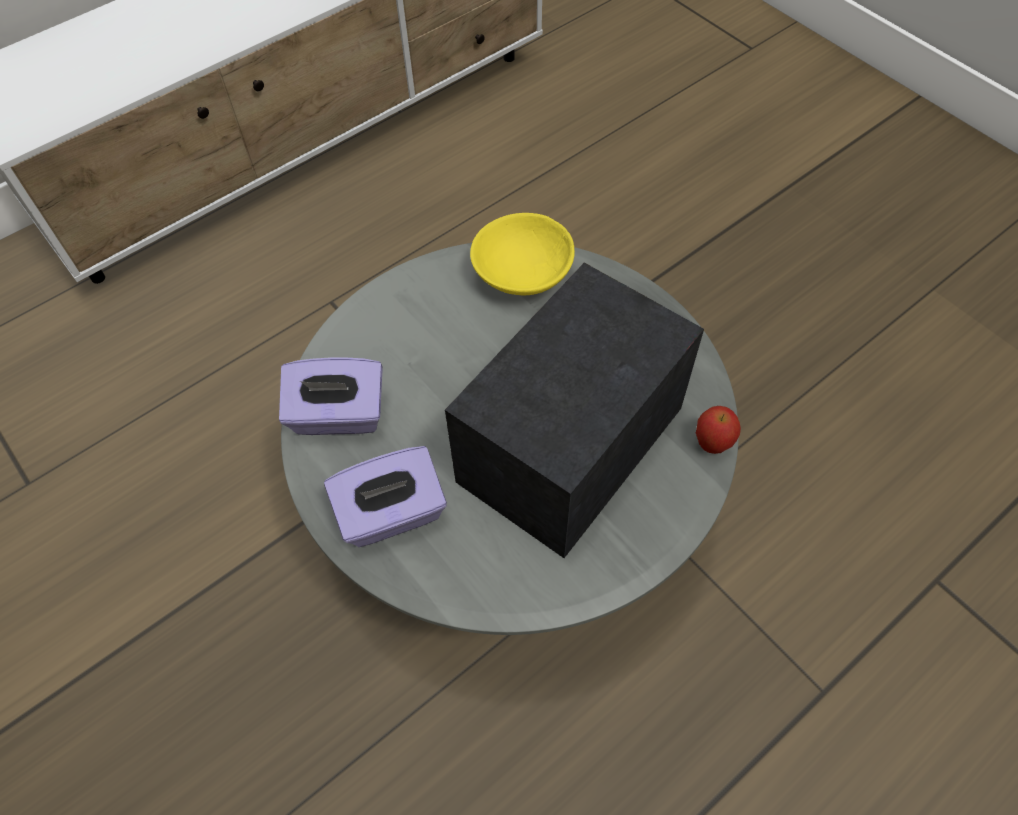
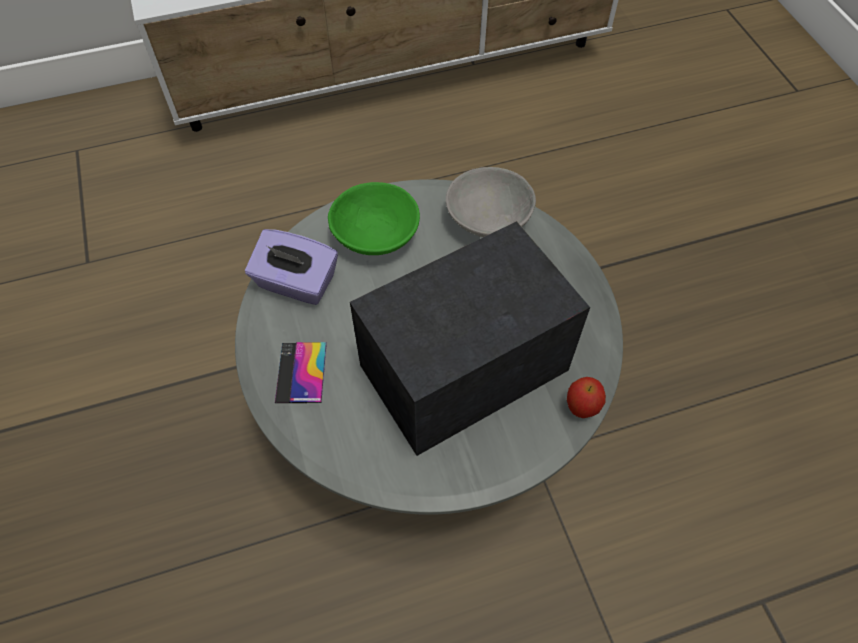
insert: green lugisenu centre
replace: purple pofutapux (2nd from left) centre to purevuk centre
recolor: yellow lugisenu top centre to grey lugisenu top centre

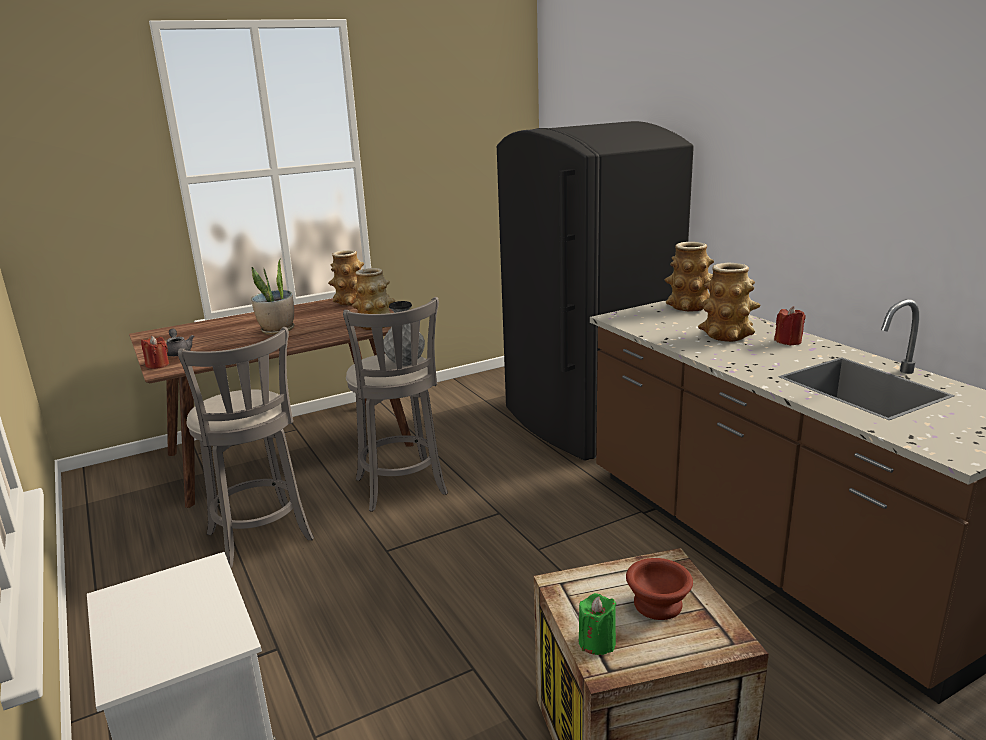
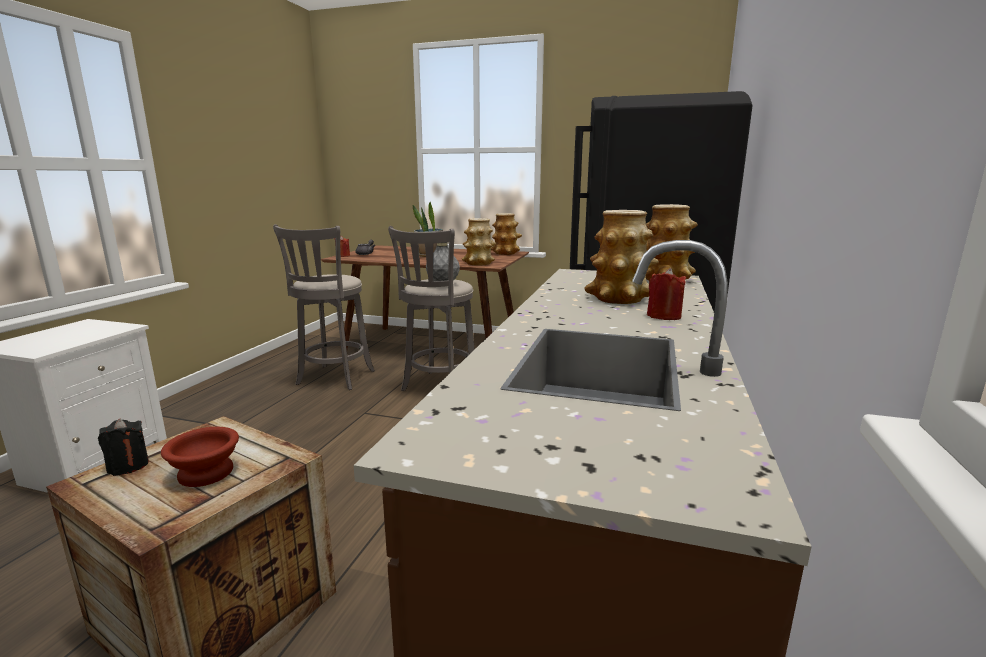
recolor: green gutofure bottom centre to black gutofure bottom left

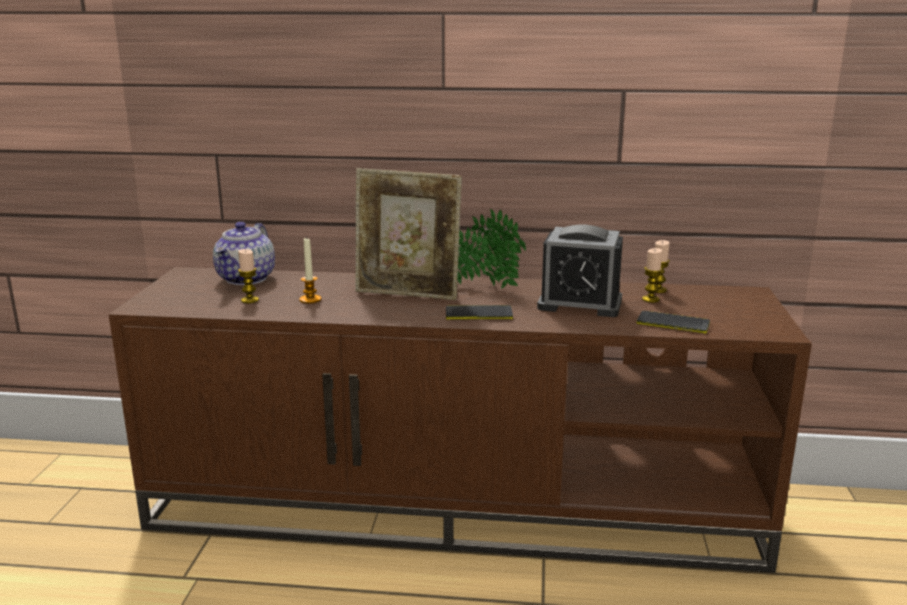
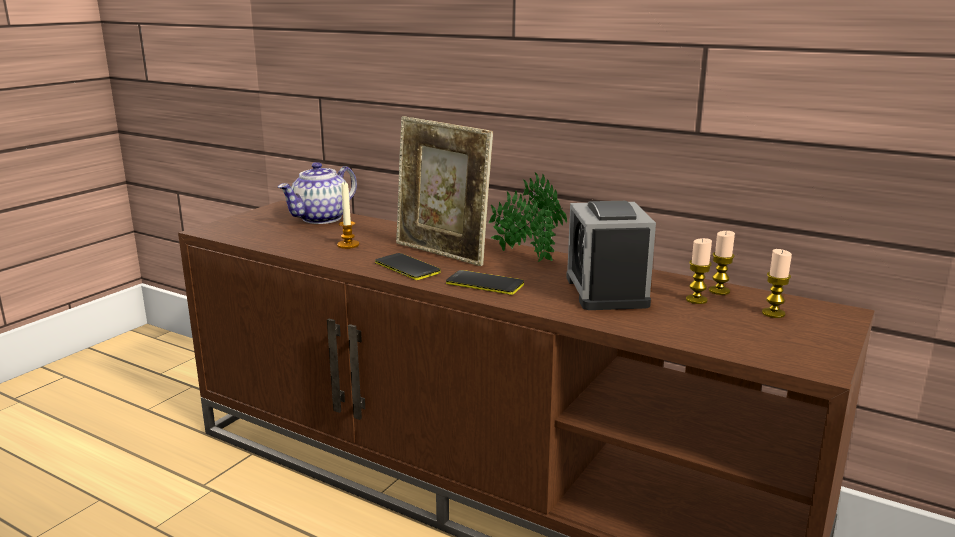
move: gutofure (1st from left in the first image) middle left to gutofure (4th from left) middle right; purevuk (2nd from left in the first image) middle right to purevuk (1st from left) centre
rotate: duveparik centre = centre 45 degrees clockwise

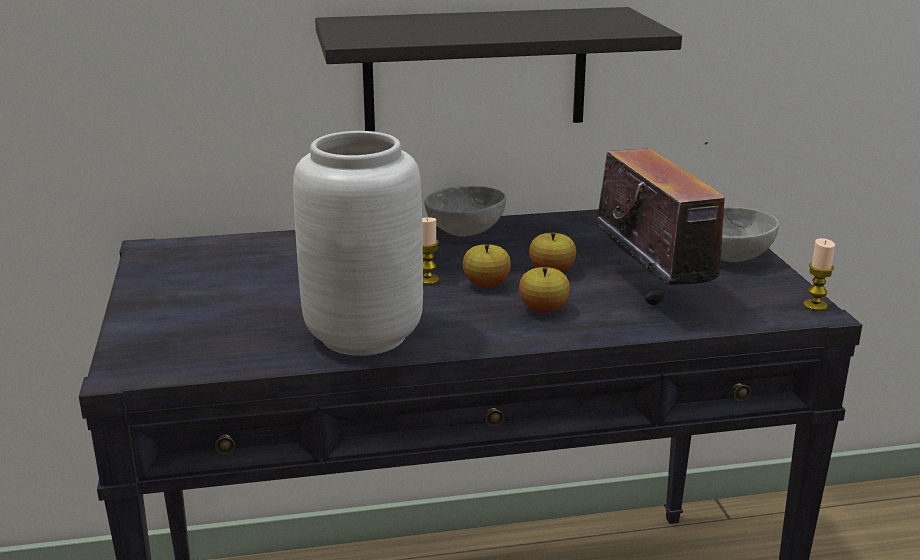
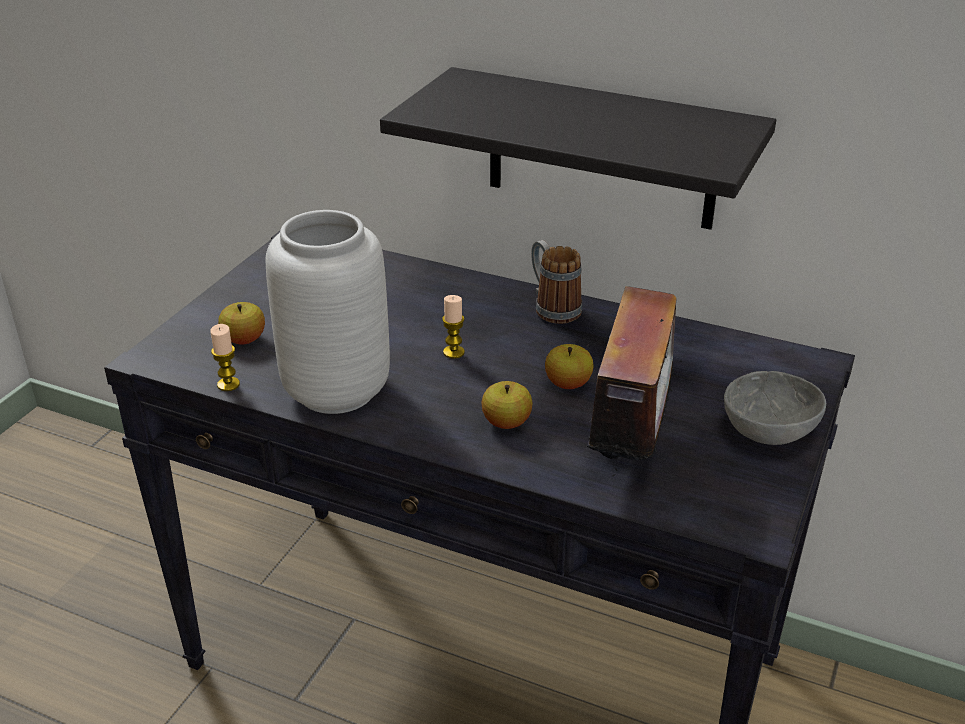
move: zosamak (1st from left) centre to middle left; gutofure (2nd from left in the first image) middle right to gutofure (1st from left) middle left
replace: grey lugisenu (1st from left) centre to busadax centre

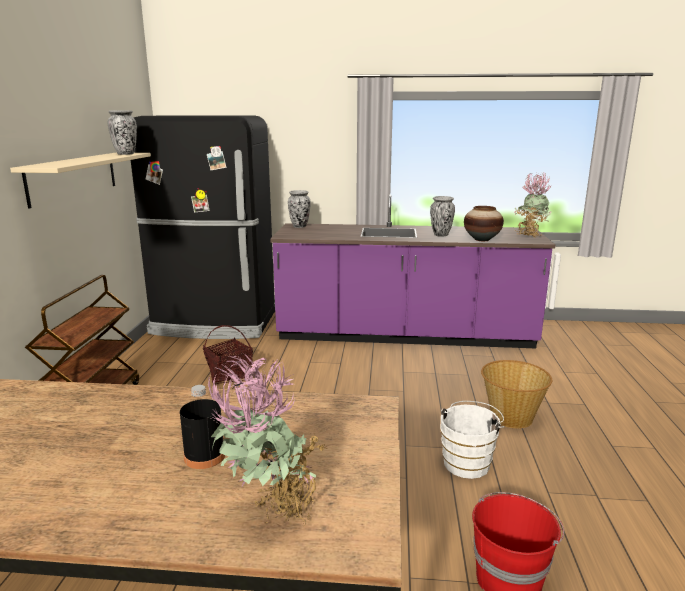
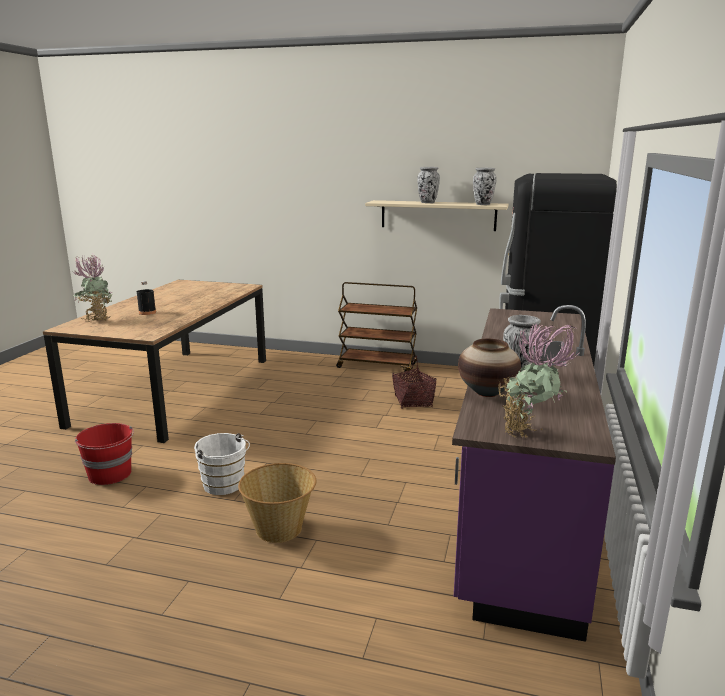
move: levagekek (2nd from left in the first image) centre to levagekek (1st from left) top centre

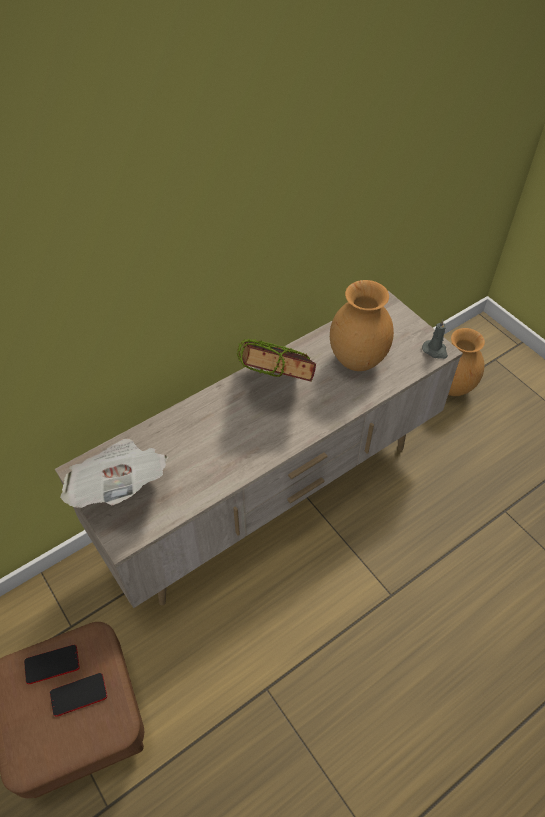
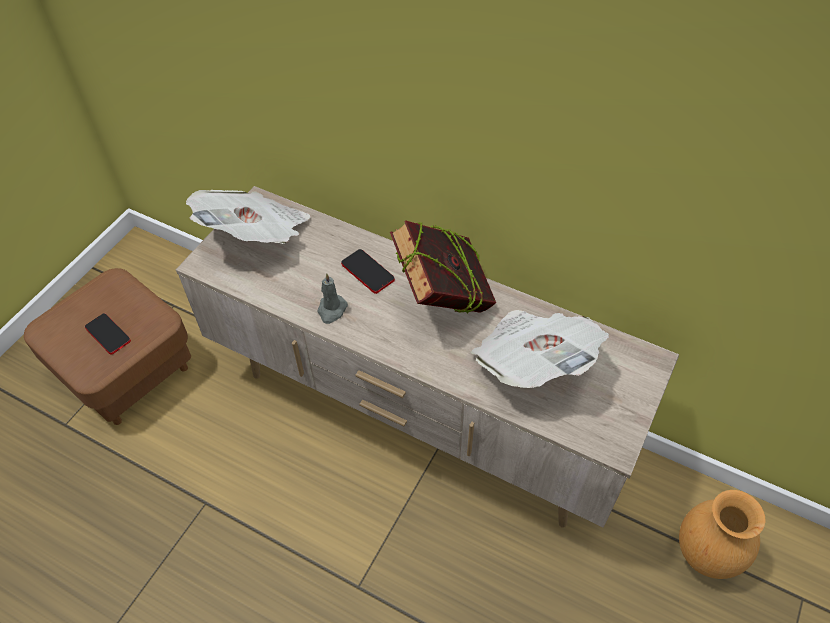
move: purevuk (1st from left in the first image) bottom left to purevuk (2nd from left) centre; grey gutofure middle right to centre
replace: brown levagekek (1st from left) centre to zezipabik (2nd from left) centre

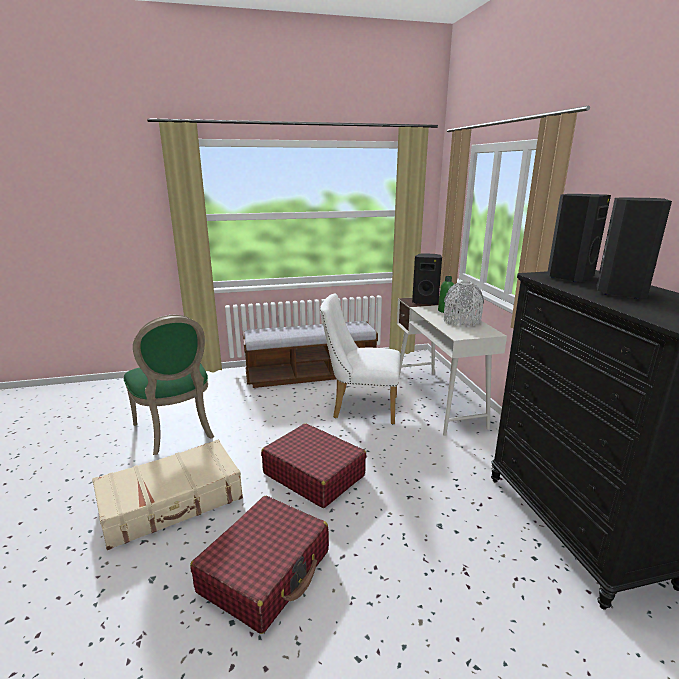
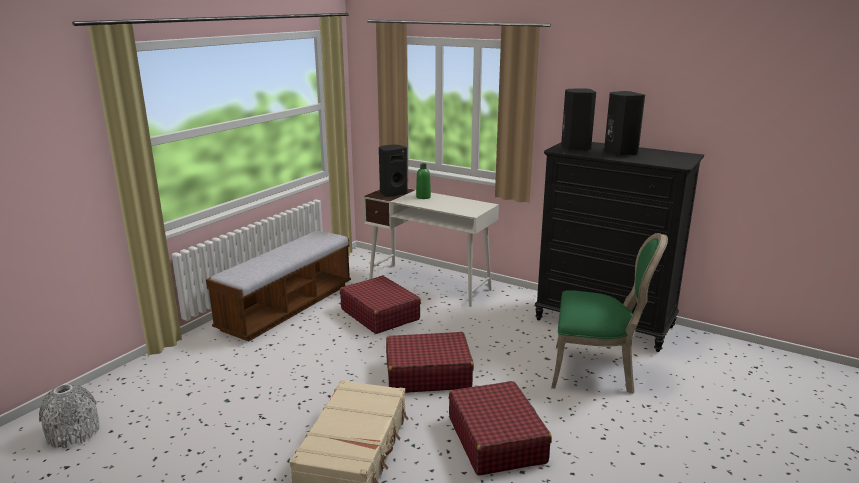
move: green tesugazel middle left to middle right; grey levagekek middle right to bottom left
replace: white tesugazel centre to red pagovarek (1st from left) centre

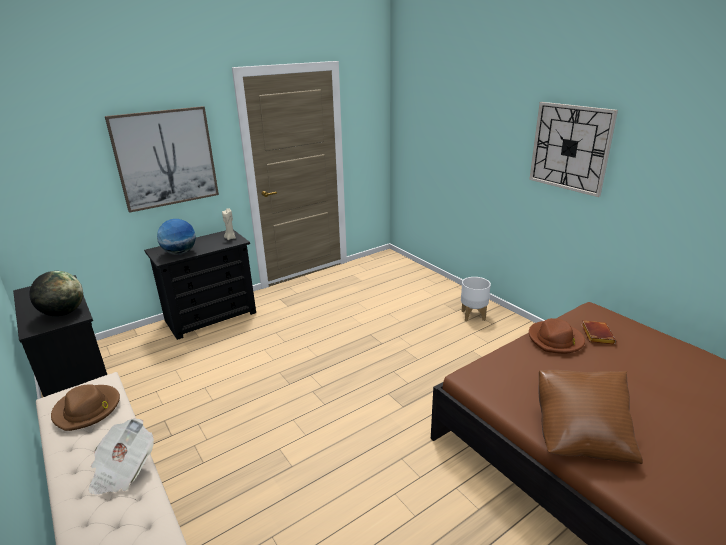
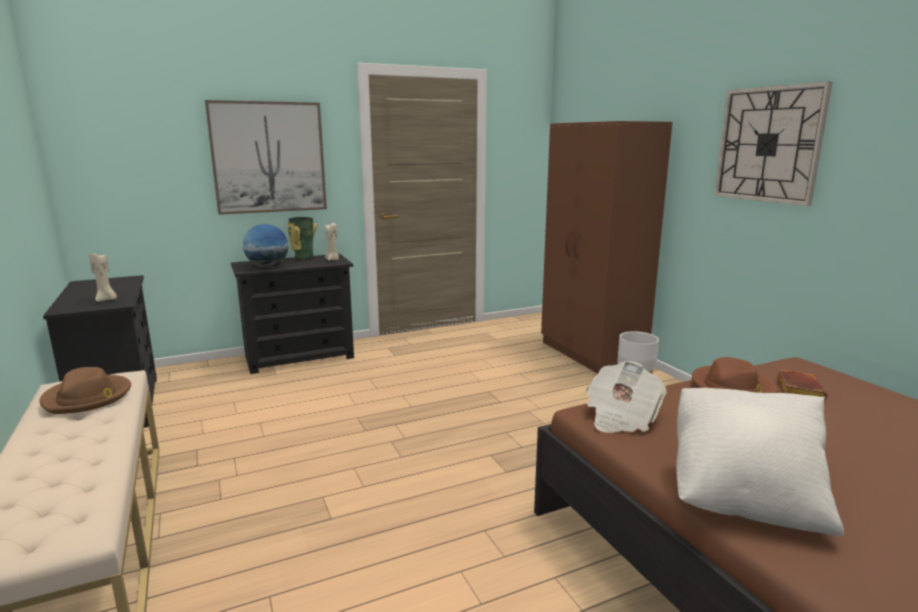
insert: levagekek middle left; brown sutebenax centre
move: zezipabik bottom left to middle right
replace: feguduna (1st from left) middle left to beige gutofure (1st from left) middle left
recolor: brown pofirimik bottom right to white pofirimik bottom right

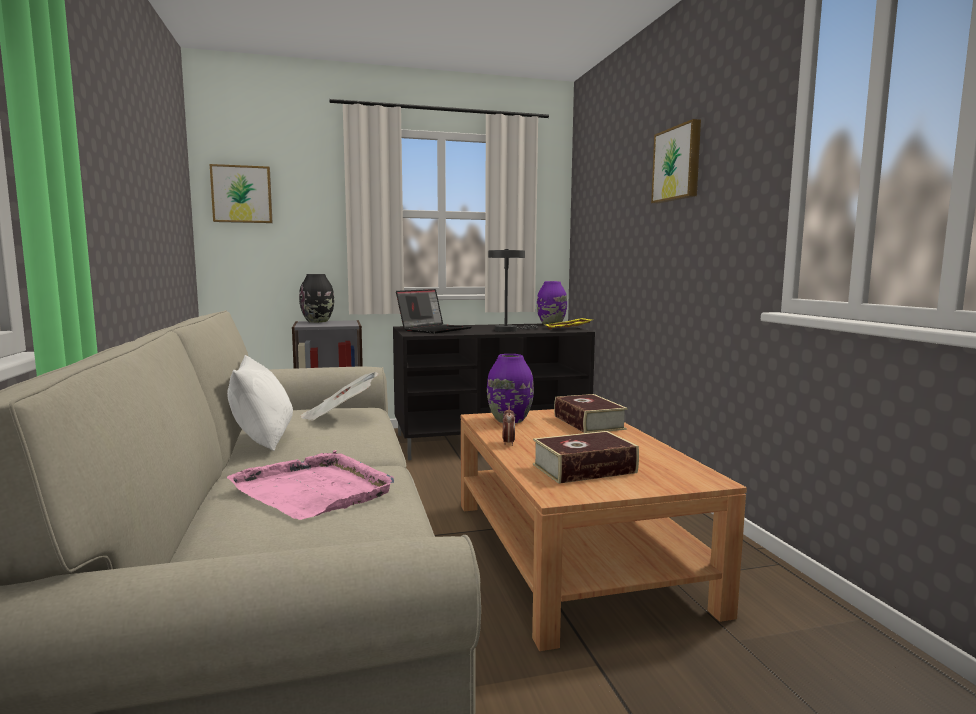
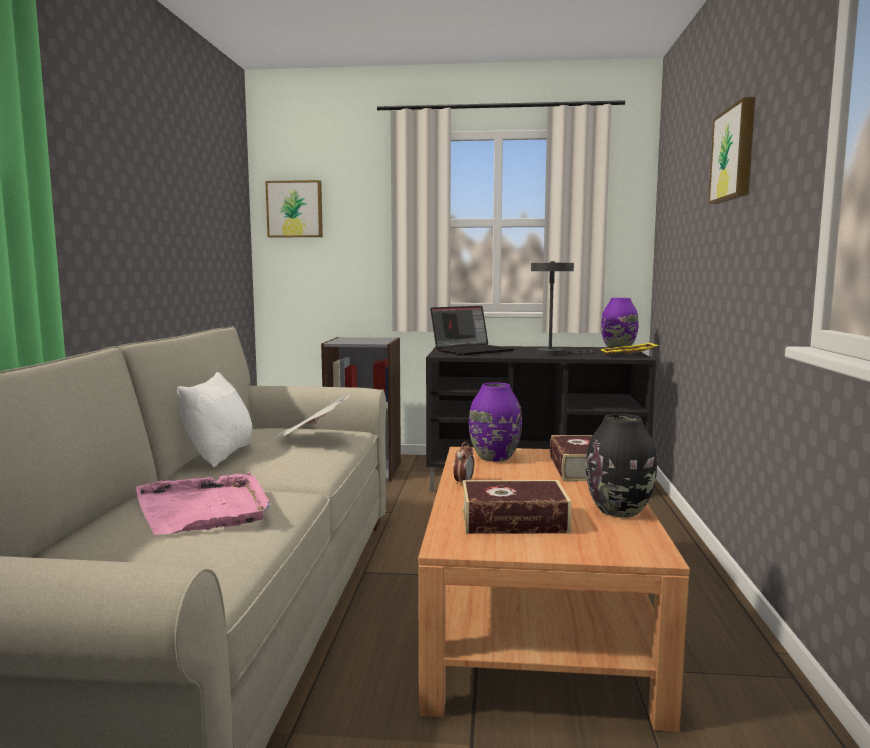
move: black levagekek middle left to middle right

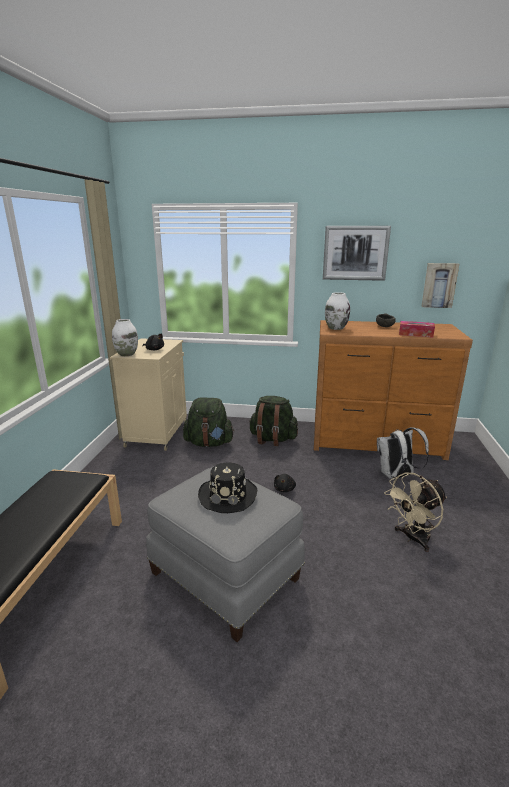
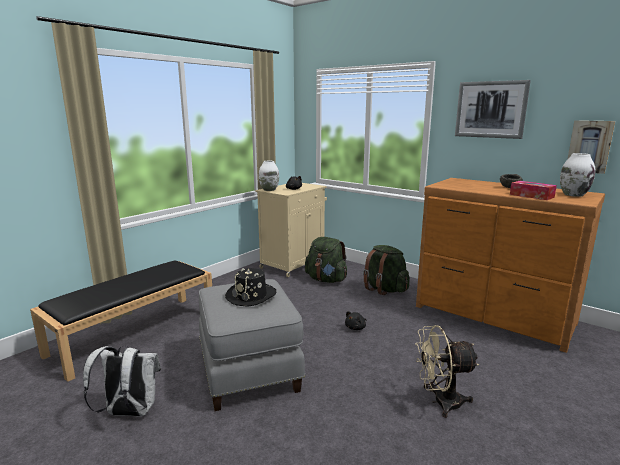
move: white levagekek (2nd from left) centre to middle right; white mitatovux middle right to bottom left

